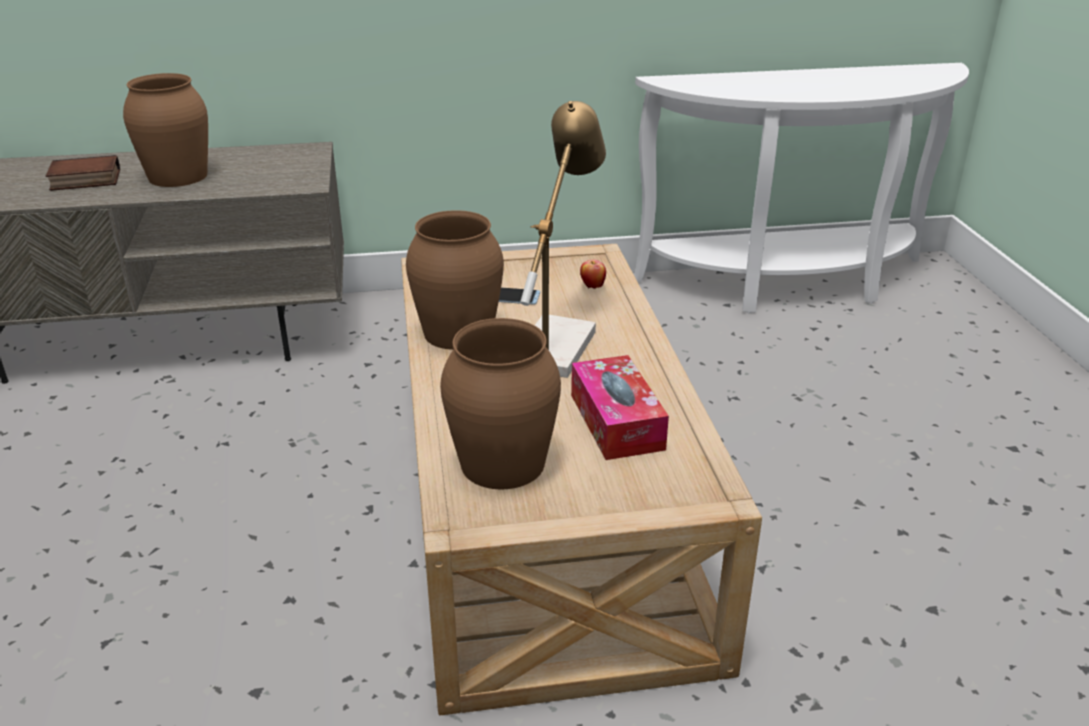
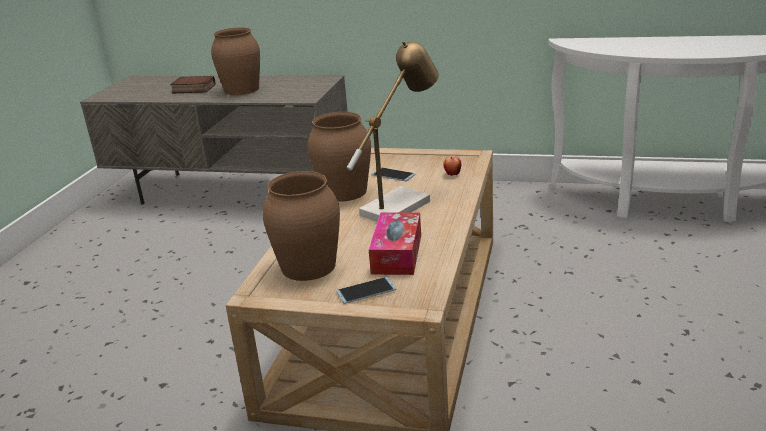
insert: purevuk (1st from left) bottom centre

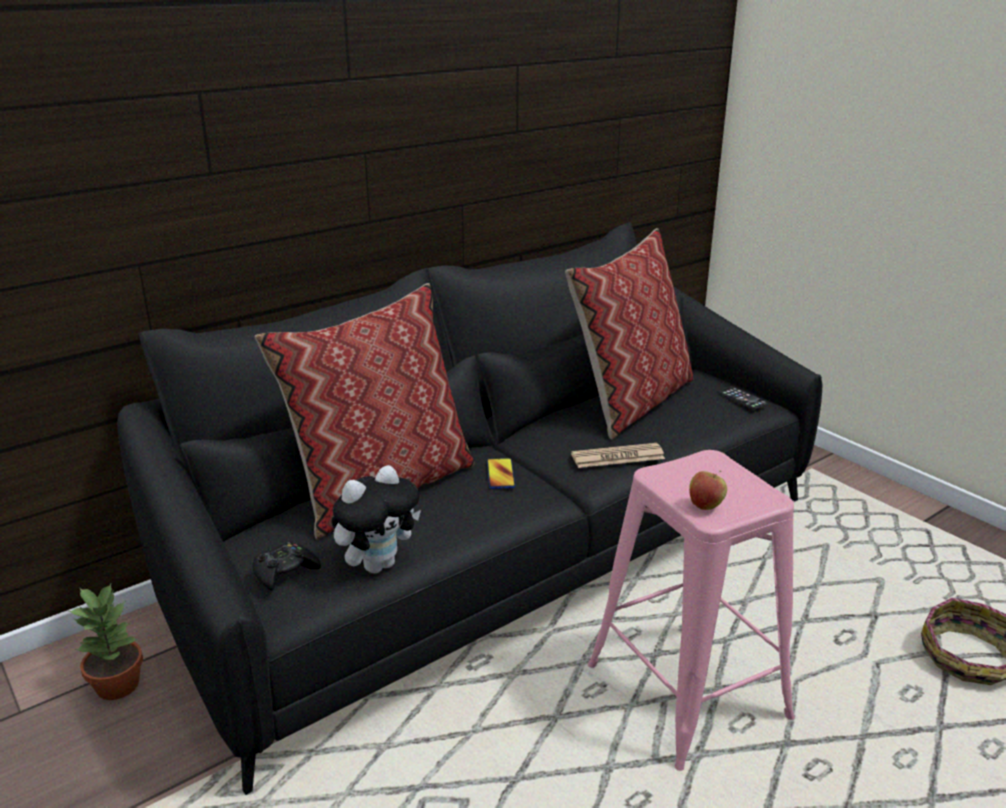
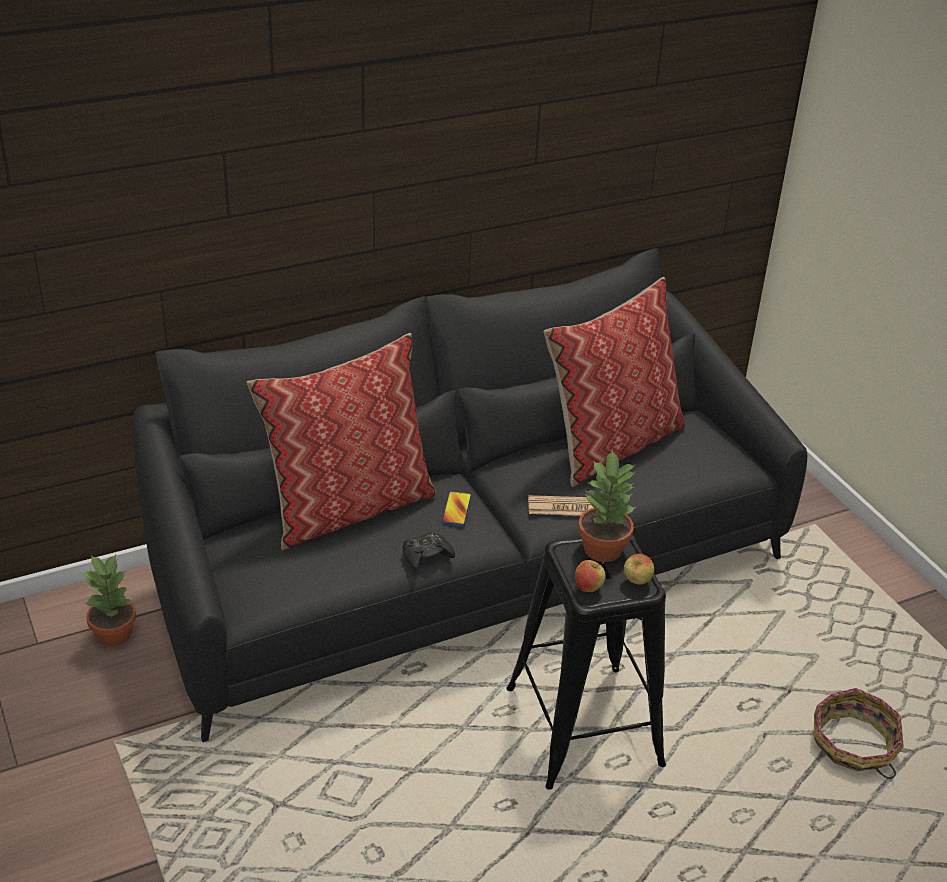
delete: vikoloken centre; purevuk (2nd from left) middle right
insert: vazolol (2nd from left) centre; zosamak (2nd from left) middle right
move: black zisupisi bottom left to centre
recolor: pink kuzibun bottom right to black kuzibun bottom centre

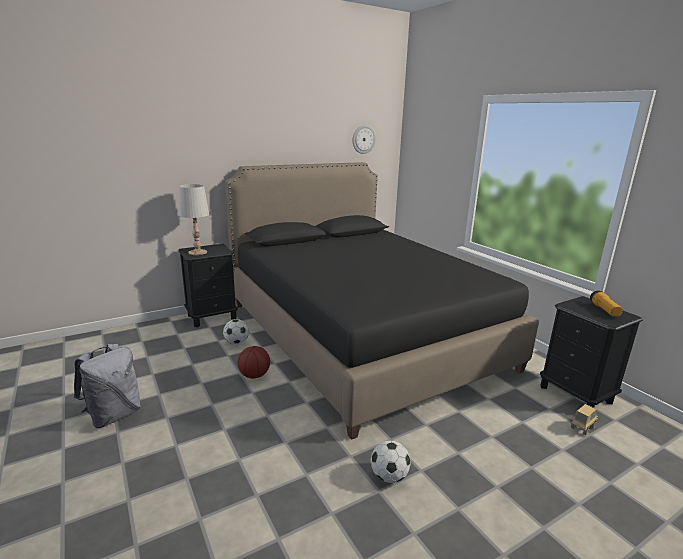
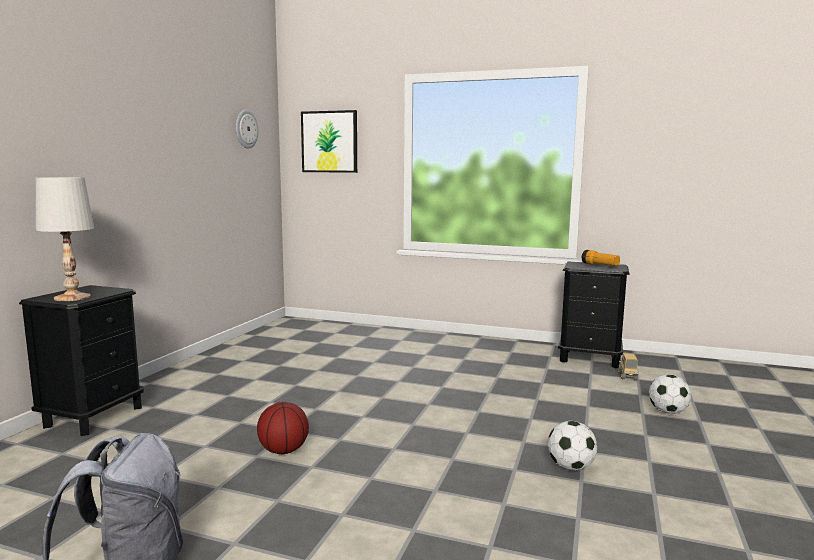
delete: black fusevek centre
insert: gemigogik top centre
move: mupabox (1st from left in the first image) centre to mupabox (2nd from left) bottom right

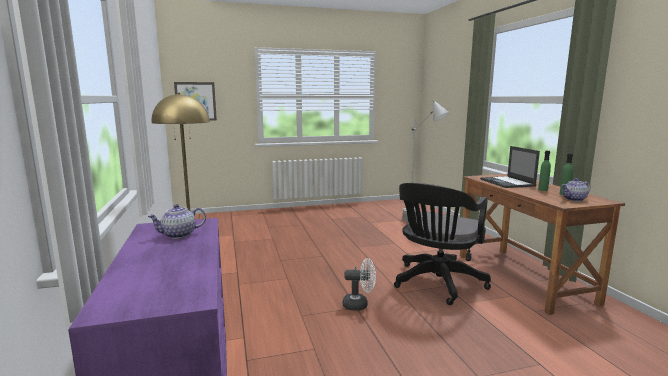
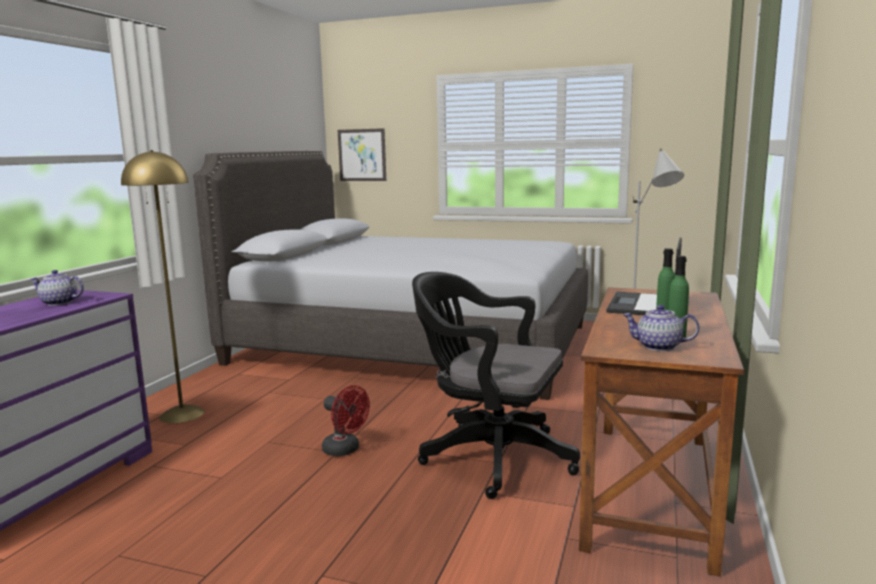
insert: grey fusevek centre
recolor: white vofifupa bottom centre to red vofifupa bottom centre
rotate: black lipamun centre = centre 45 degrees clockwise

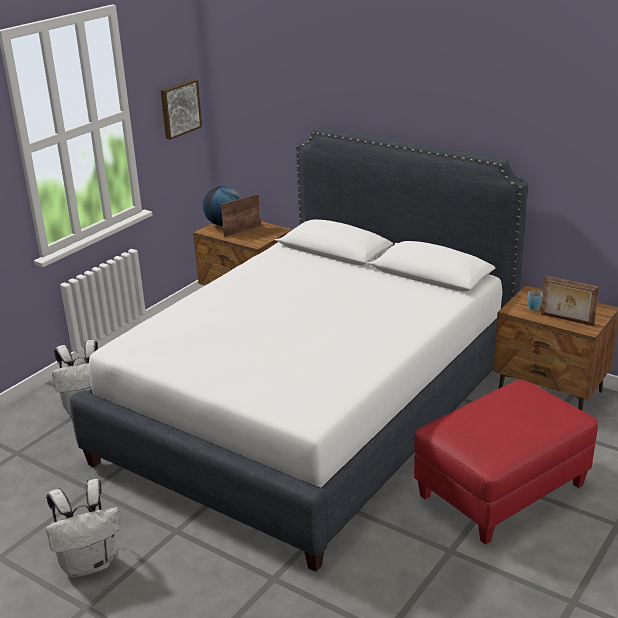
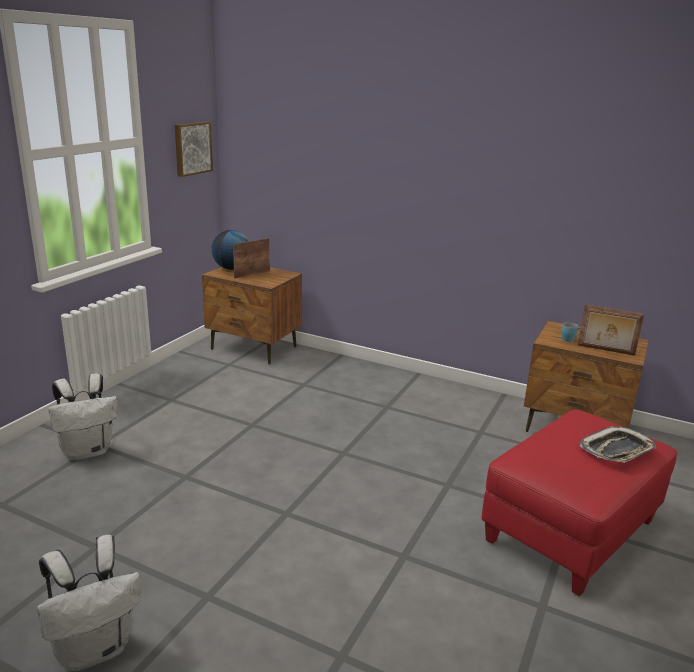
delete: white fusevek centre
insert: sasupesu middle right

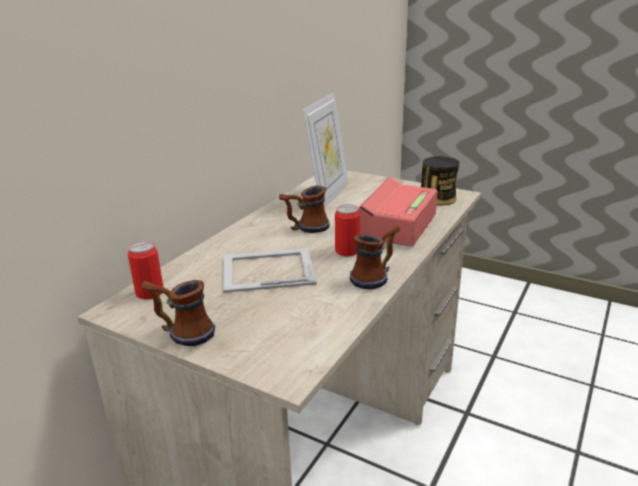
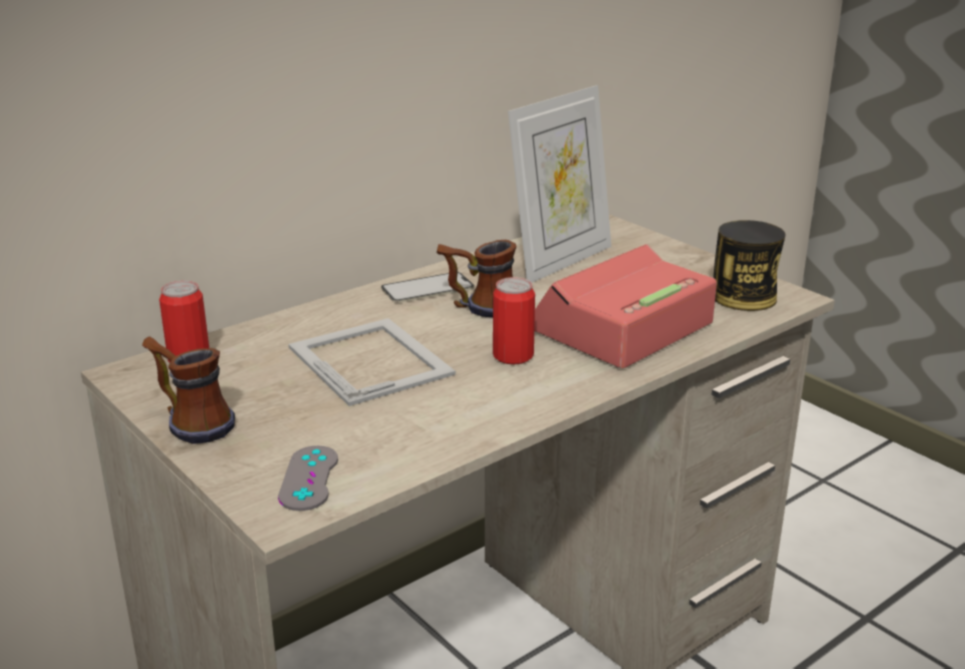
delete: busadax (3rd from left) centre
insert: grey zisupisi bottom left; purevuk centre
rotate: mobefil (1st from left) centre = centre 45 degrees clockwise

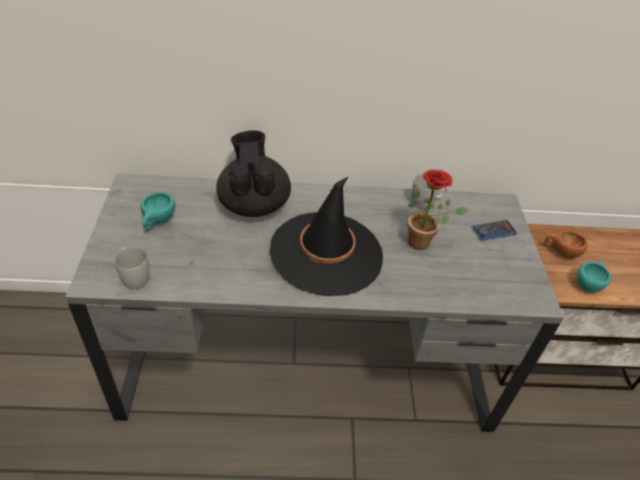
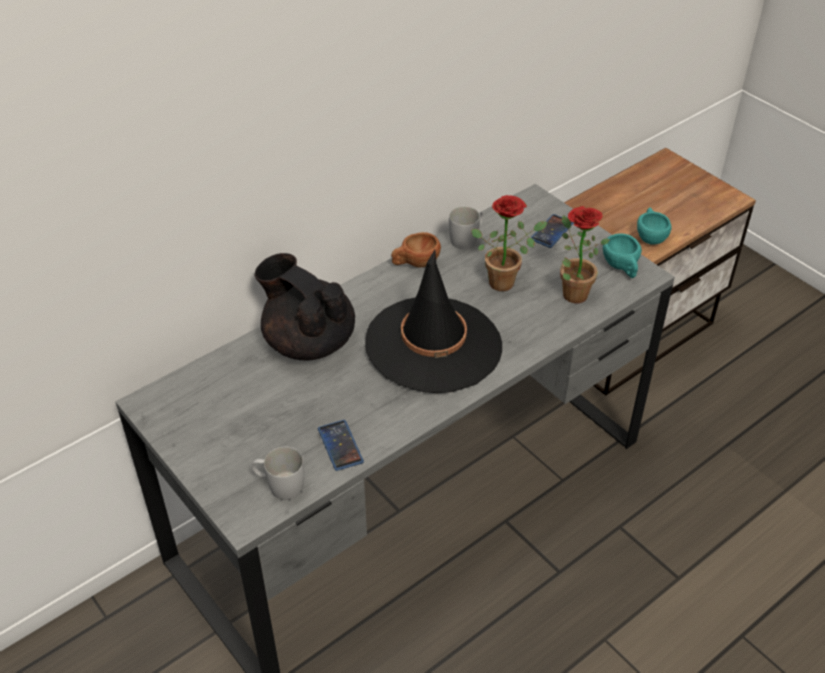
insert: purevuk (1st from left) centre; vazolol (2nd from left) middle right
move: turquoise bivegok (1st from left) middle left to middle right; brown bivegok middle right to centre

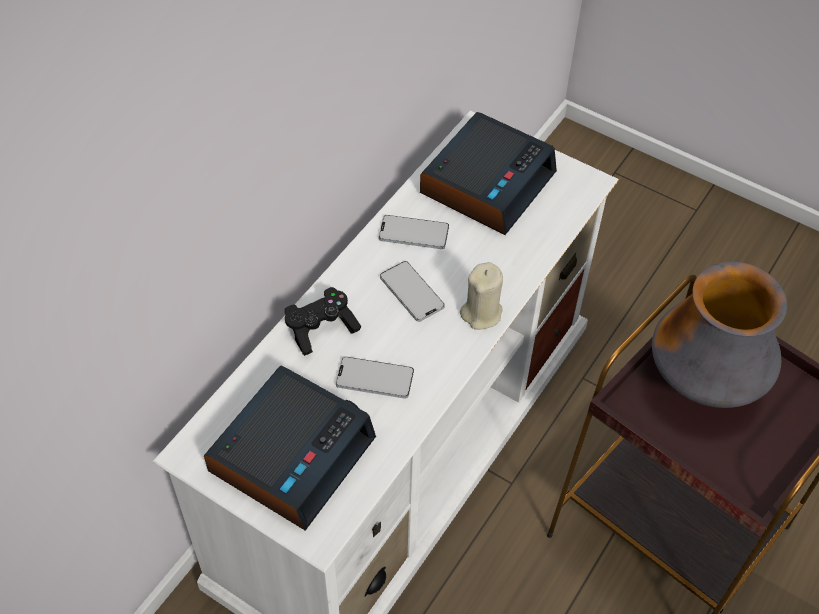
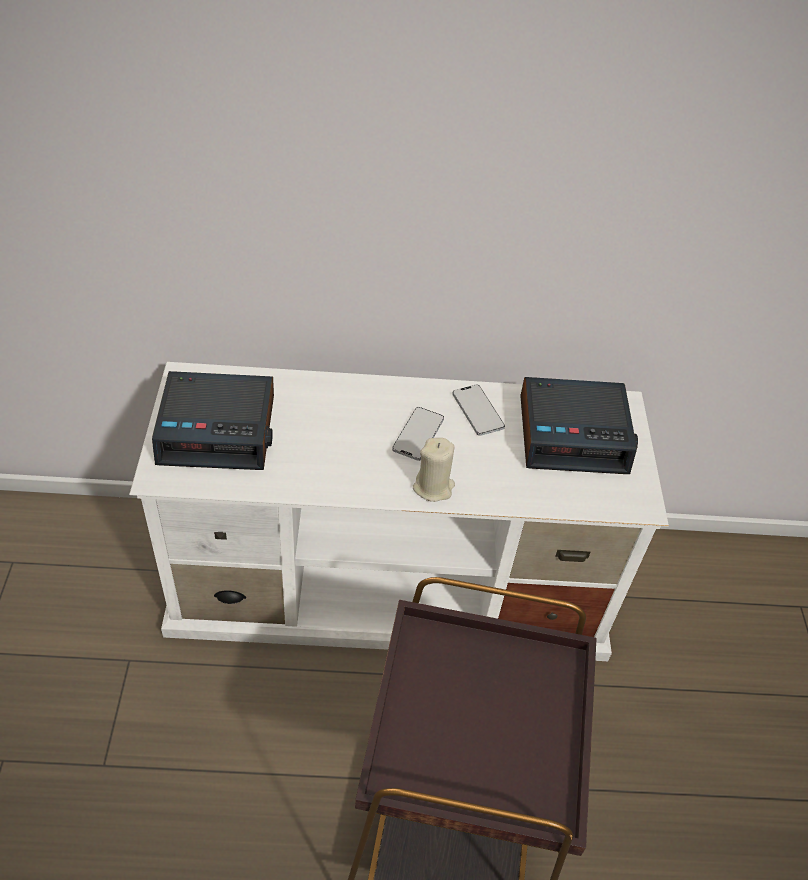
delete: black zisupisi centre; purevuk (1st from left) centre; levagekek middle right

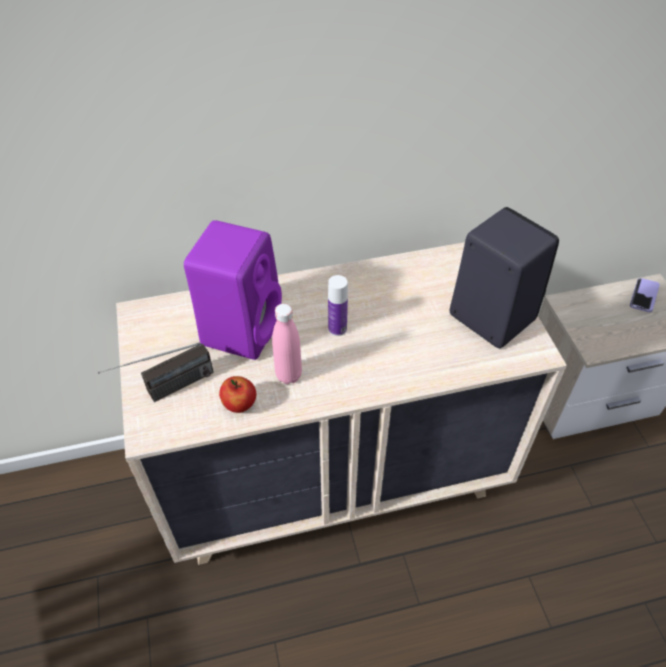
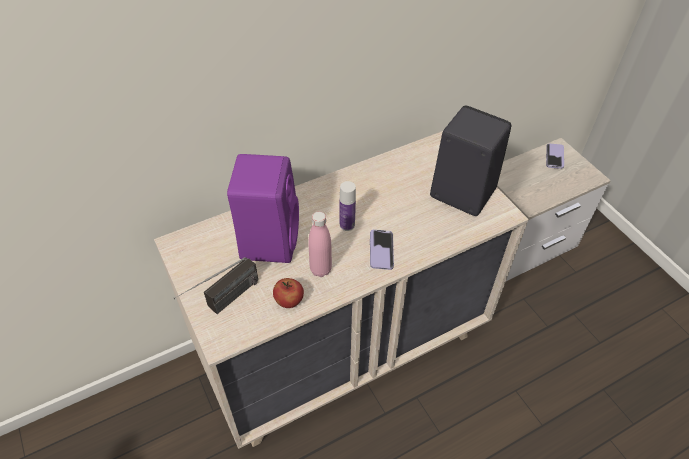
insert: purevuk (1st from left) centre

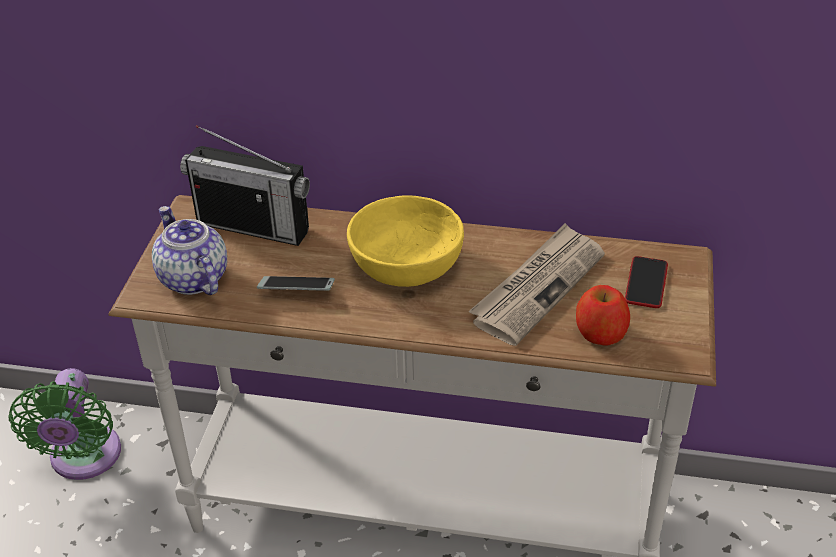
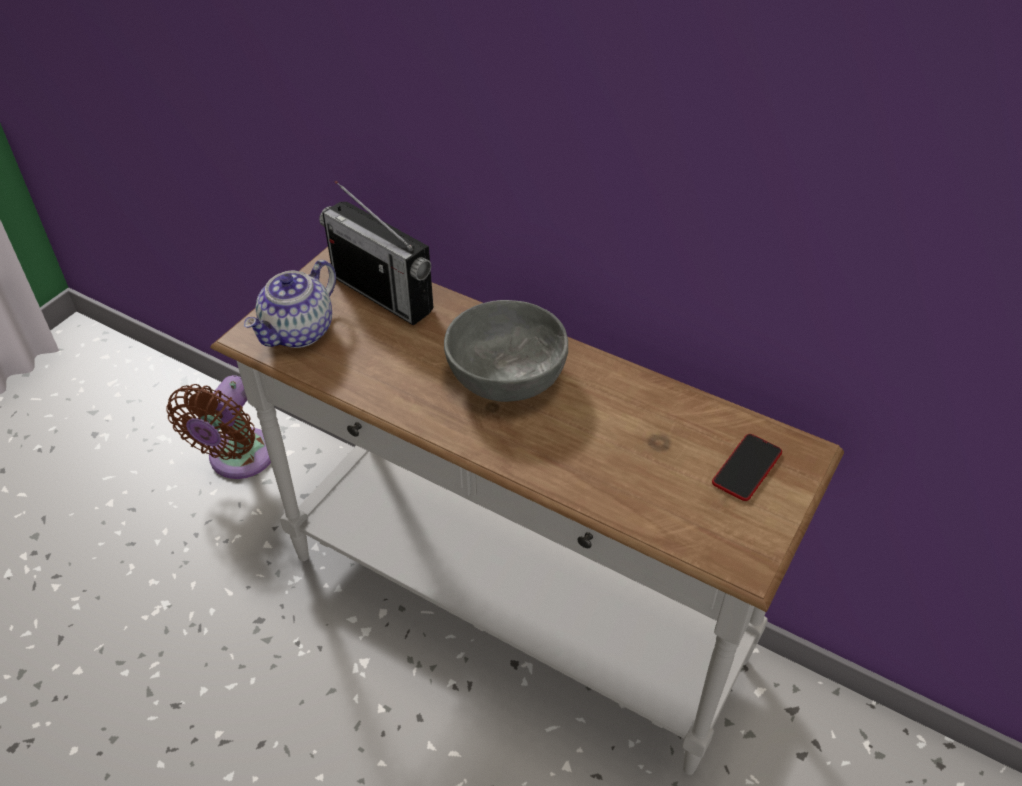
delete: purevuk (1st from left) centre; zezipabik centre; zosamak middle right
recolor: green vofifupa bottom left to brown vofifupa middle left; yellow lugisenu centre to grey lugisenu centre
rotate: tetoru middle left = middle left 135 degrees counterclockwise

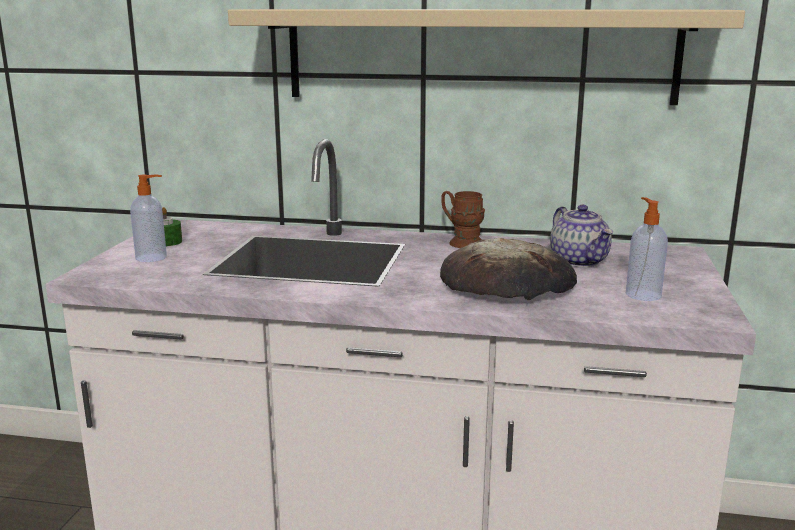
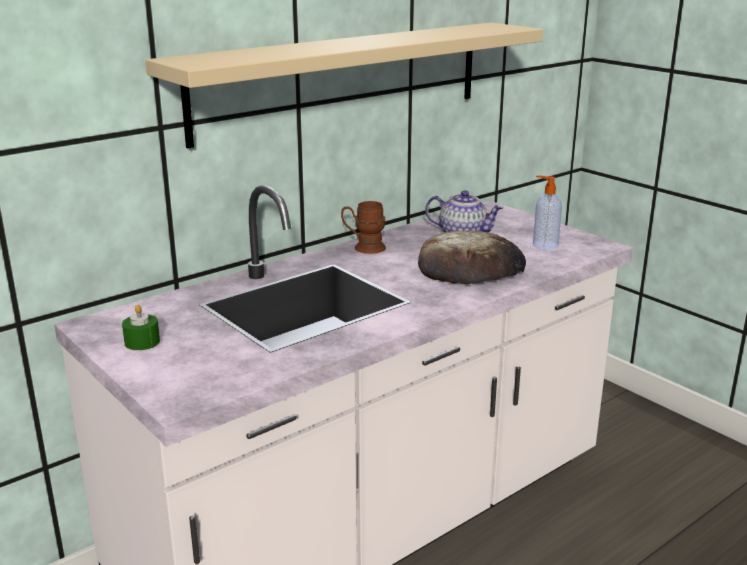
delete: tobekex (1st from left) middle left

